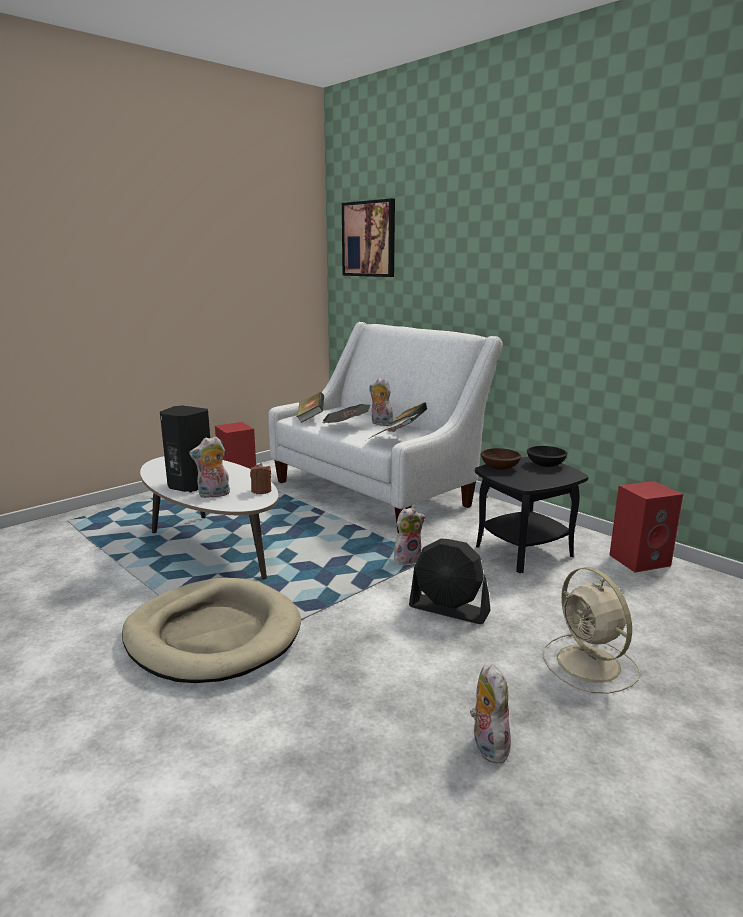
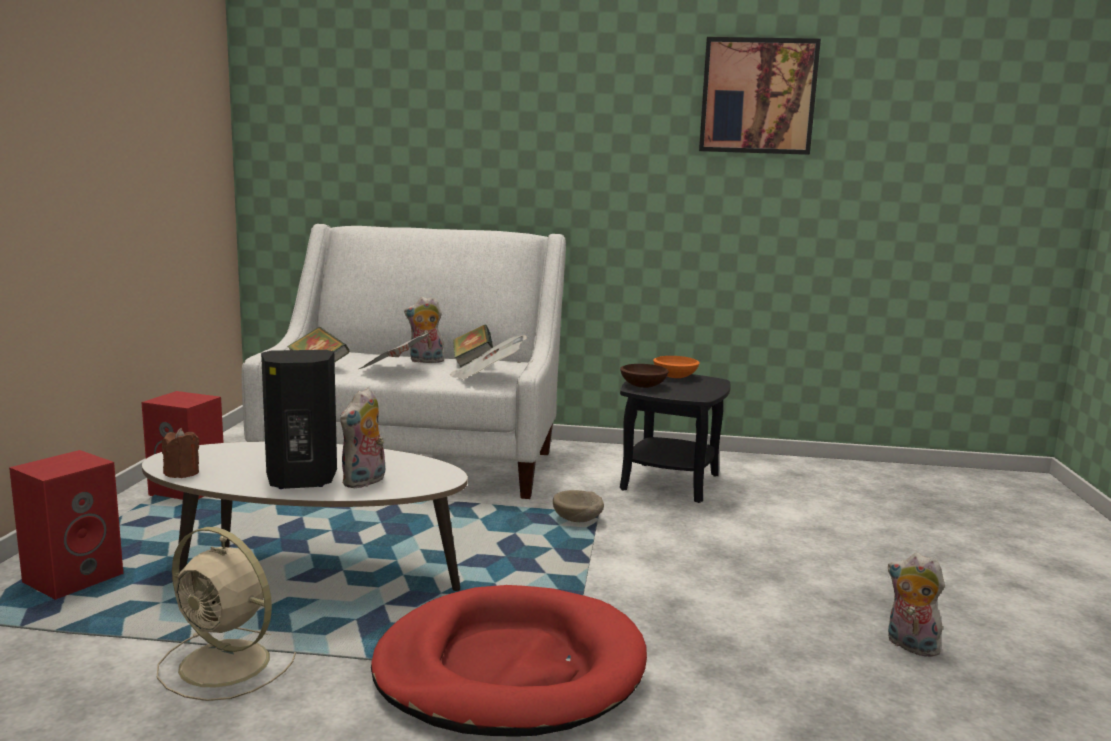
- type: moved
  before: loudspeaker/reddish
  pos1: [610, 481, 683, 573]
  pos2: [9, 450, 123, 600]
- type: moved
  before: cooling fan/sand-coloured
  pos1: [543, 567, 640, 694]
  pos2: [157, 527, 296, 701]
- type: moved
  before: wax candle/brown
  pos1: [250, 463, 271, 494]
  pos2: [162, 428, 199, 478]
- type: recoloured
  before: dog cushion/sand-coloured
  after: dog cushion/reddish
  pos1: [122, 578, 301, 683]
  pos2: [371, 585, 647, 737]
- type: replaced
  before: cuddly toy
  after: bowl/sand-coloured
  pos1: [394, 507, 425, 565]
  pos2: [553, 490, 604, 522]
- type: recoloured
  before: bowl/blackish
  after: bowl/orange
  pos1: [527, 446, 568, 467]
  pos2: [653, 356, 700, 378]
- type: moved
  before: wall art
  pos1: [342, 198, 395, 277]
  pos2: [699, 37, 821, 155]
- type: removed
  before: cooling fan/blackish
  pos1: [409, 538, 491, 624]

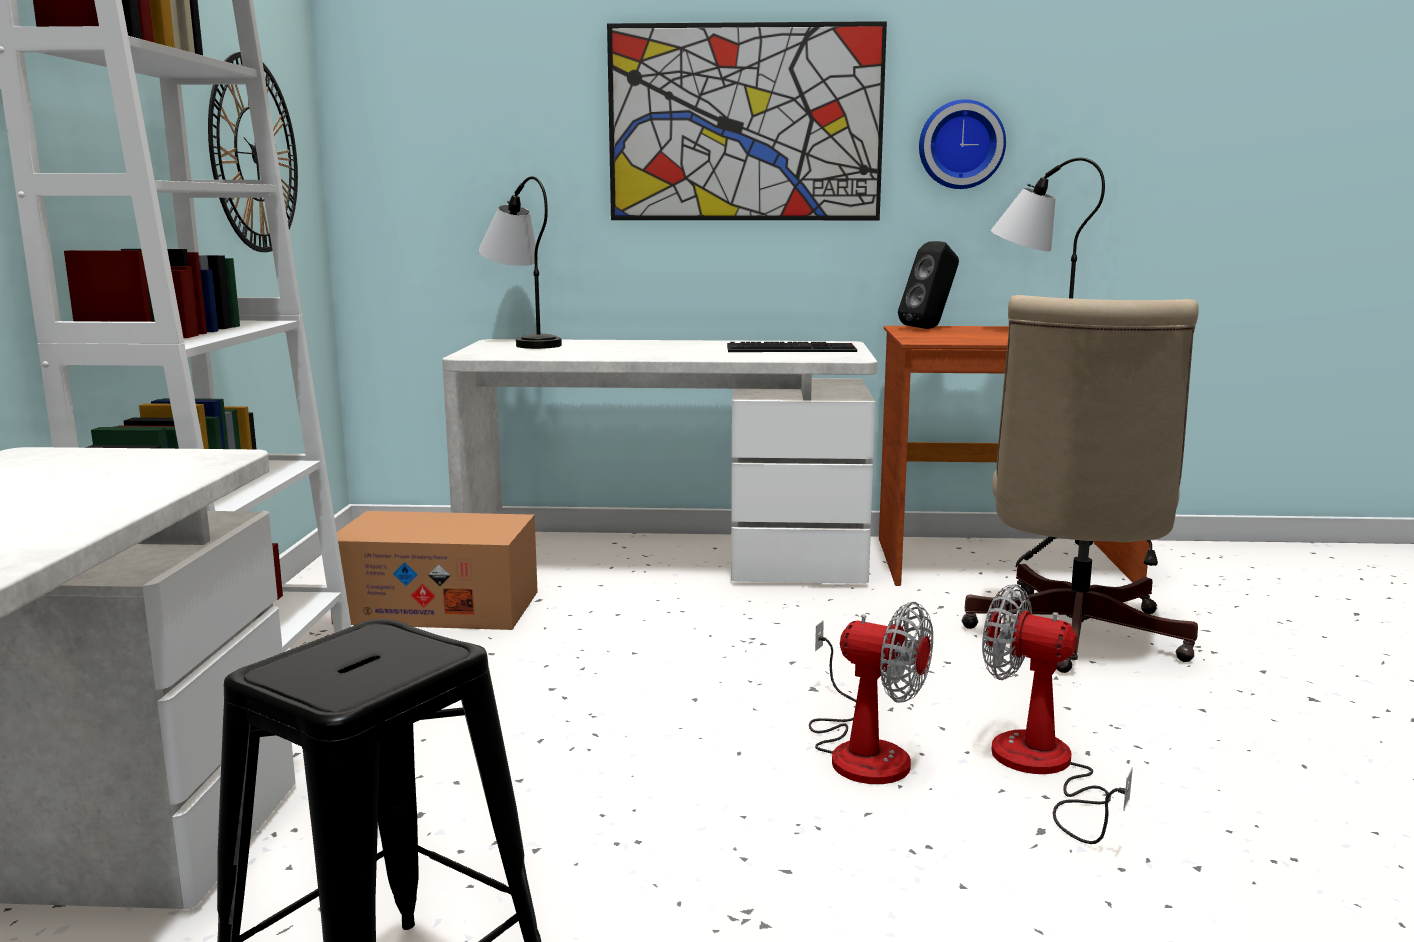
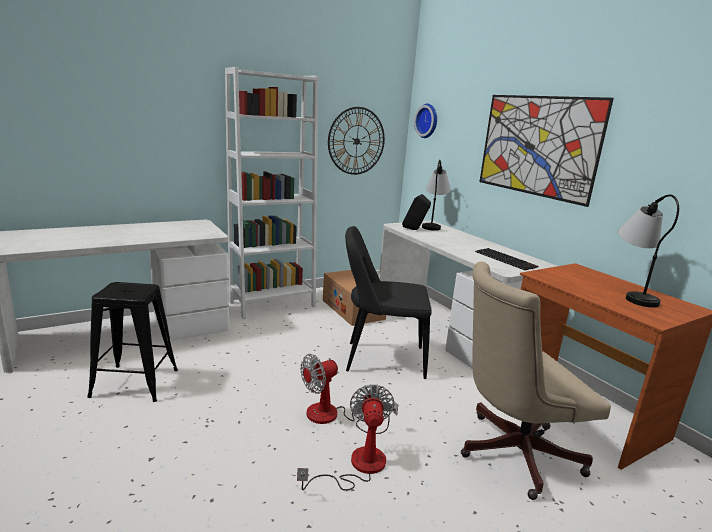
- type: turned
  before: cooling fan
  pos1: [809, 602, 933, 784]
  pos2: [301, 354, 398, 434]
  turn: 60
- type: added
  after: upright chair/blackish
  pos2: [345, 226, 432, 379]
- type: moved
  before: loudspeaker/blackish
  pos1: [898, 241, 959, 329]
  pos2: [402, 194, 431, 230]
- type: moved
  before: hanging clock
  pos1: [919, 99, 1006, 189]
  pos2: [414, 104, 437, 138]

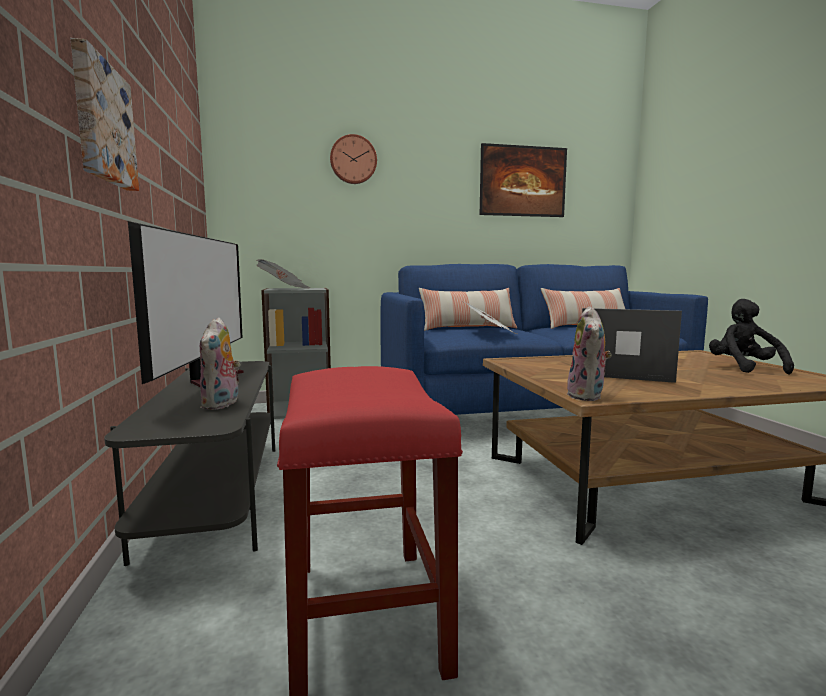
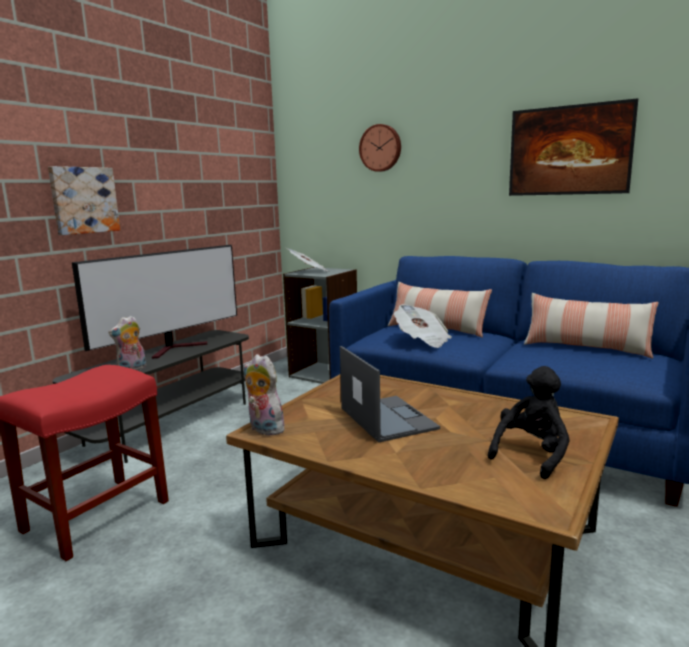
- type: turned
  before: cuddly toy
  pos1: [567, 306, 612, 401]
  pos2: [244, 354, 286, 435]
  turn: 75

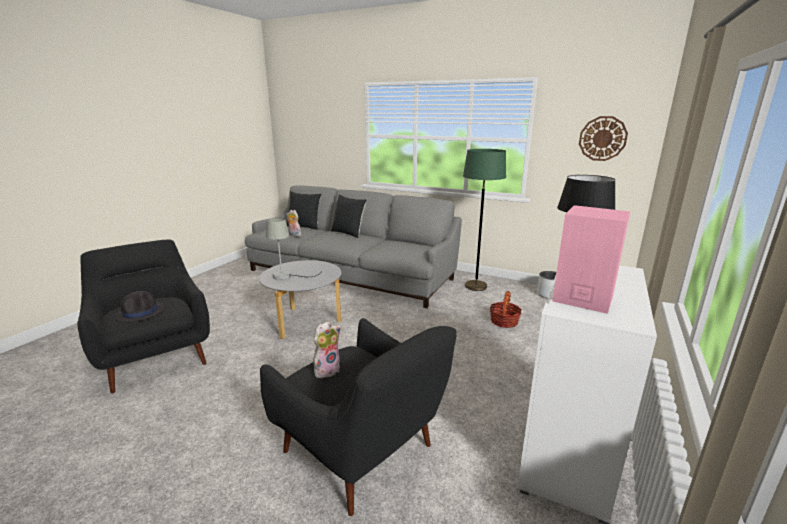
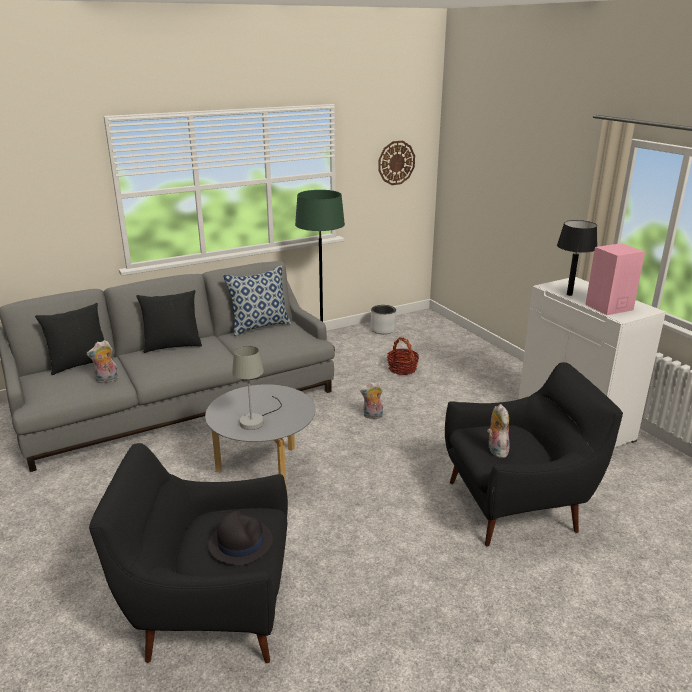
- type: added
  after: throw pillow
  pos2: [223, 265, 292, 336]
- type: added
  after: cuddly toy
  pos2: [360, 382, 383, 419]

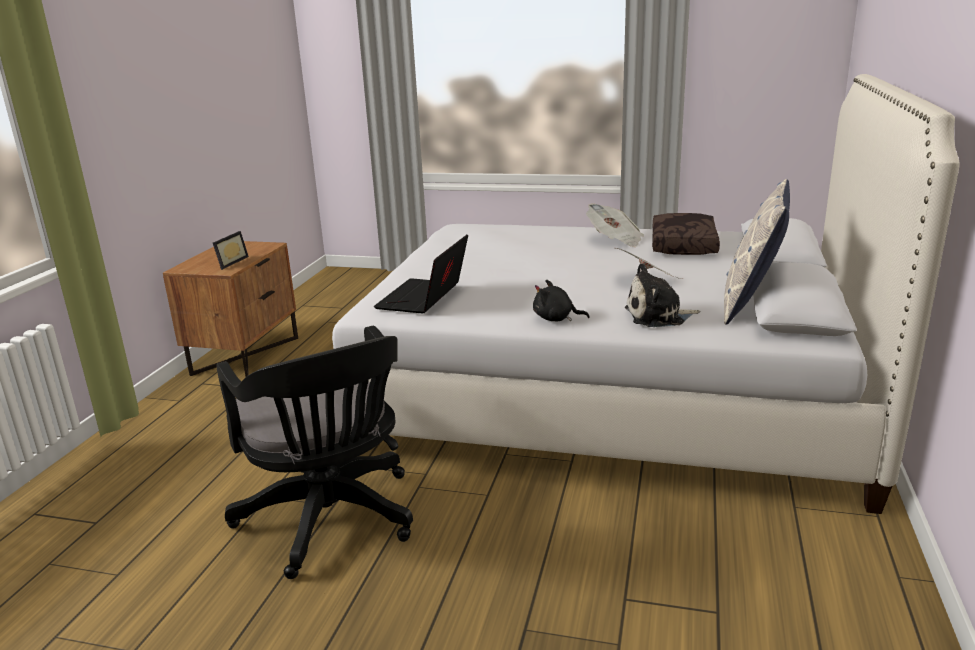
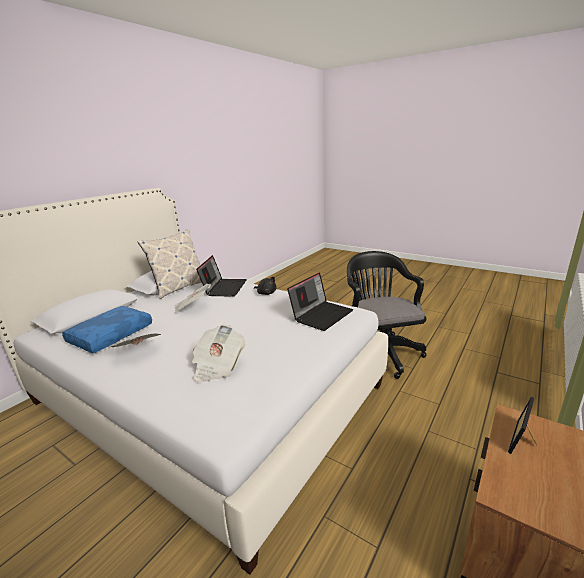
- type: recoloured
  before: throw pillow/brown
  after: throw pillow/bluish
  pos1: [652, 213, 720, 255]
  pos2: [62, 306, 152, 353]
- type: added
  after: newspaper
  pos2: [192, 324, 245, 382]
- type: replaced
  before: cuddly toy
  after: notebook computer
  pos1: [625, 263, 700, 327]
  pos2: [196, 255, 247, 297]

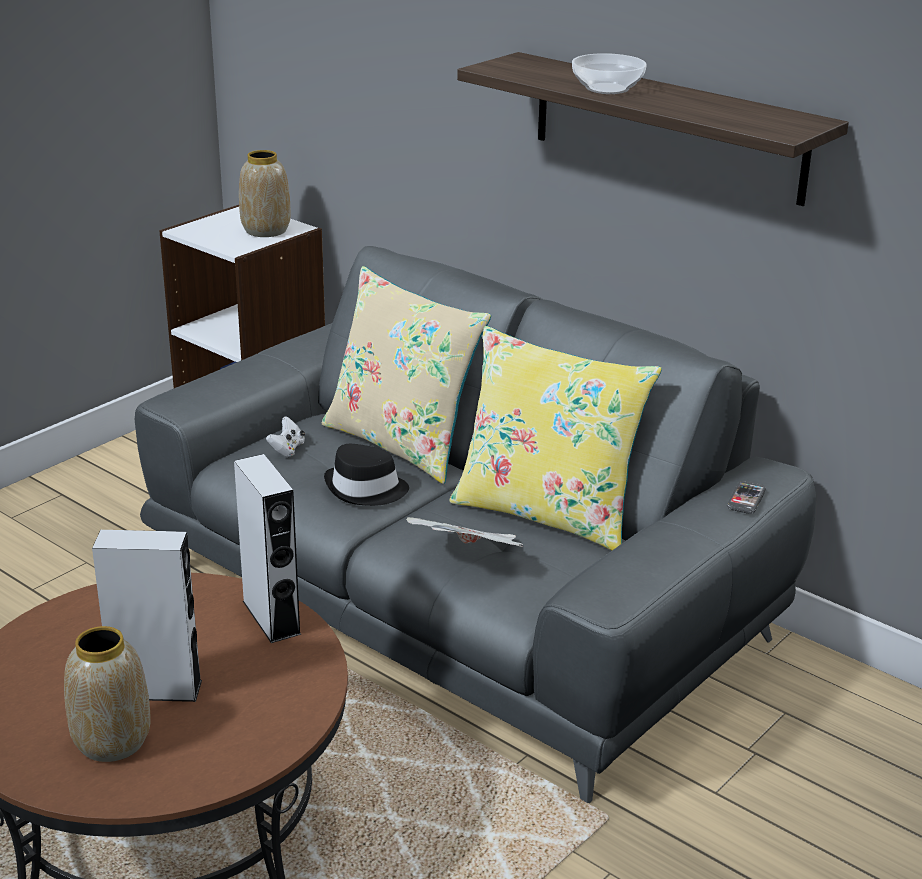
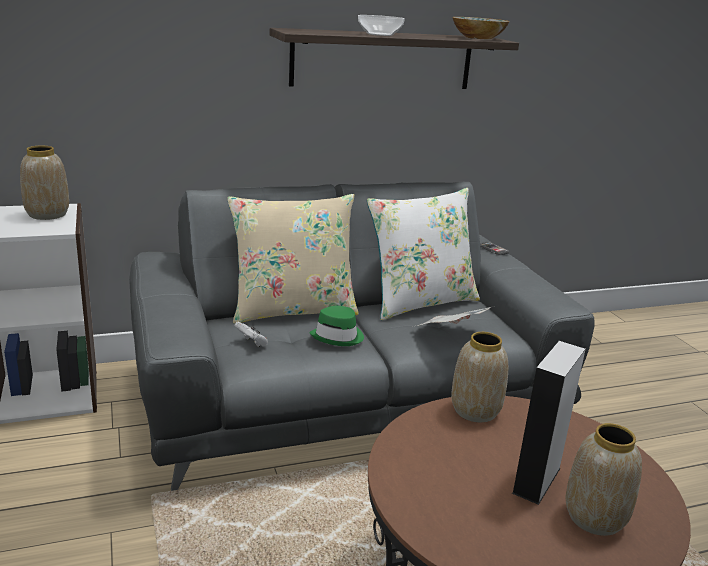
- type: recoloured
  before: hat/blackish
  after: hat/green
  pos1: [324, 444, 409, 506]
  pos2: [309, 306, 364, 346]
- type: recoloured
  before: throw pillow/yellowish
  after: throw pillow/white-coloured
  pos1: [449, 326, 662, 550]
  pos2: [367, 188, 480, 320]
- type: replaced
  before: loudspeaker/greyish
  after: flower vase
  pos1: [234, 454, 302, 643]
  pos2: [451, 332, 508, 422]
- type: added
  after: bowl
  pos2: [452, 17, 510, 39]

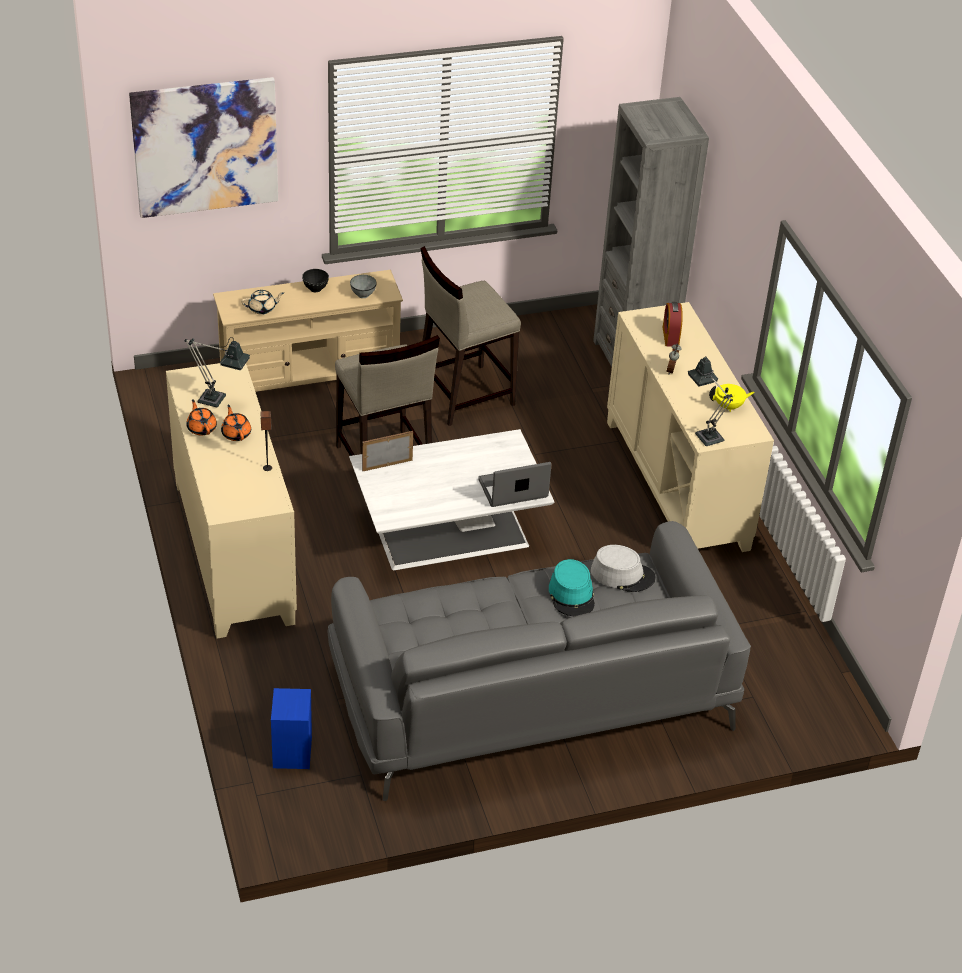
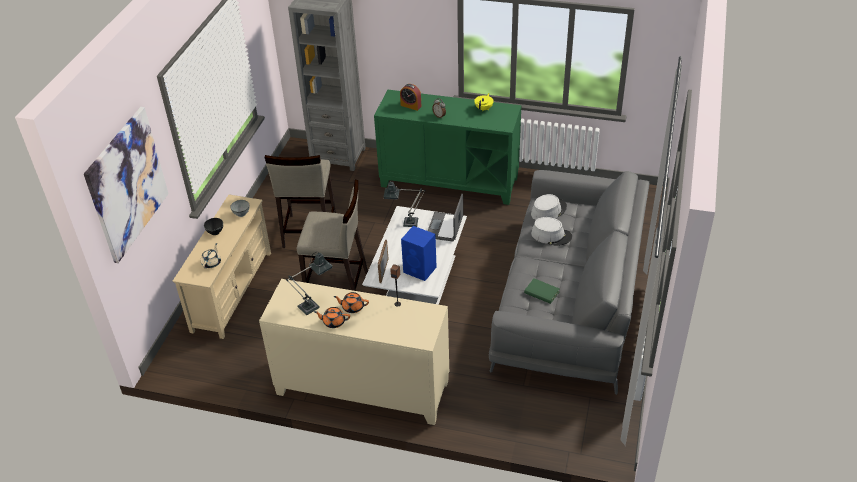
- type: recoloured
  before: storage cabinet/sand-coloured
  after: storage cabinet/green
  pos1: [607, 302, 774, 552]
  pos2: [374, 90, 521, 205]
- type: moved
  before: tabletop lamp
  pos1: [688, 357, 733, 446]
  pos2: [384, 182, 425, 227]
- type: moved
  before: loudspeaker/bluish
  pos1: [271, 688, 312, 769]
  pos2: [401, 226, 437, 281]
- type: added
  after: bound book/green
  pos2: [524, 278, 560, 304]
- type: recoloured
  before: hat/blue-green
  after: hat/greyish
  pos1: [549, 559, 595, 616]
  pos2: [531, 217, 572, 246]

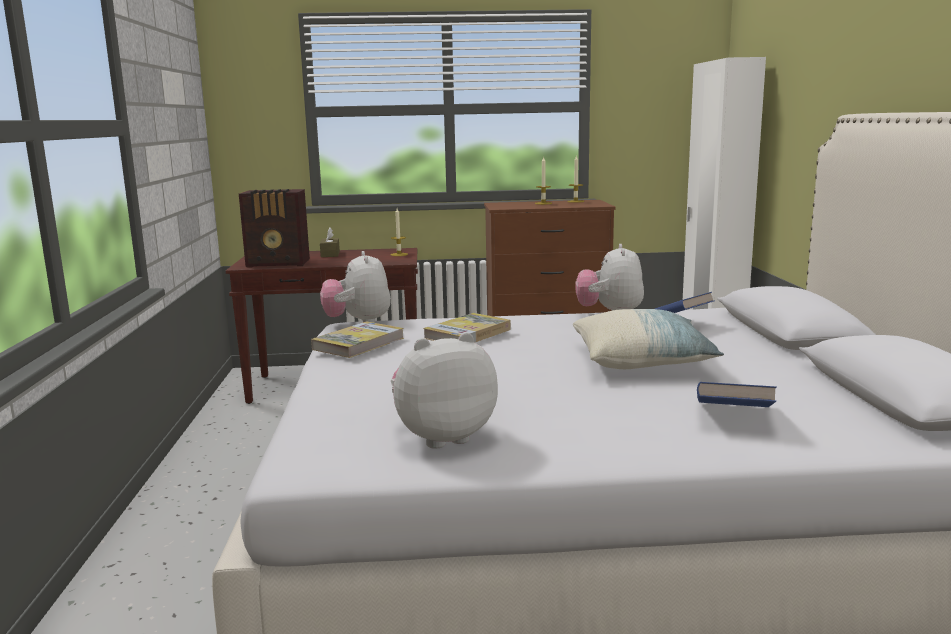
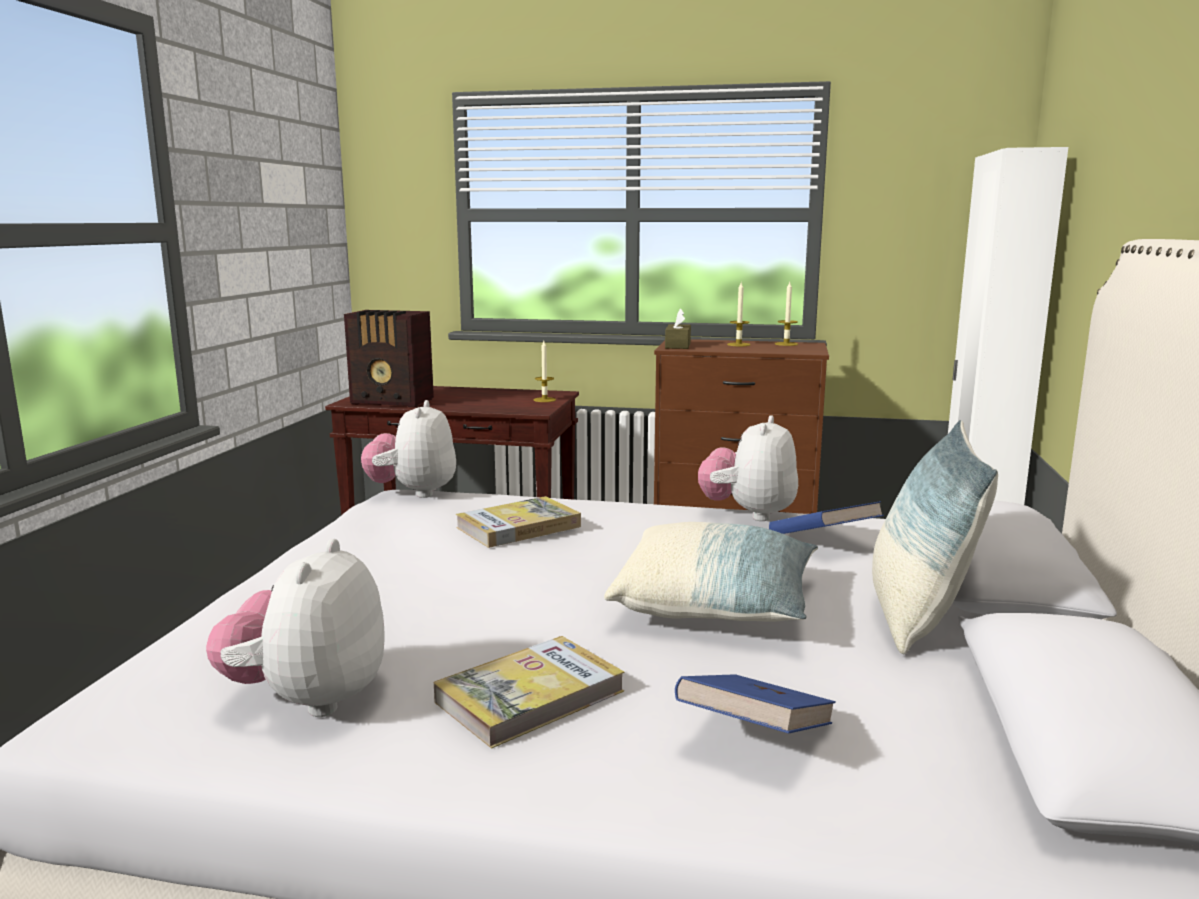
- type: turned
  before: cuddly toy
  pos1: [390, 332, 498, 449]
  pos2: [206, 539, 384, 717]
  turn: -75
- type: moved
  before: bound book
  pos1: [311, 321, 404, 358]
  pos2: [434, 636, 625, 749]
- type: moved
  before: tissue box/brown
  pos1: [320, 228, 340, 257]
  pos2: [665, 308, 691, 349]
- type: added
  after: throw pillow
  pos2: [872, 420, 998, 654]

